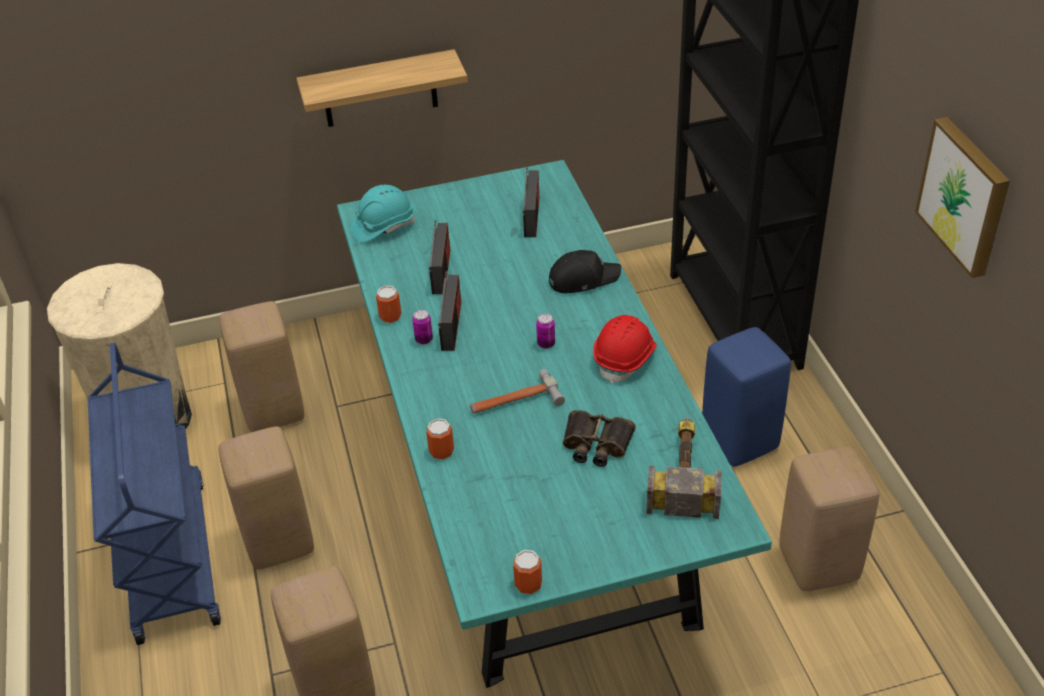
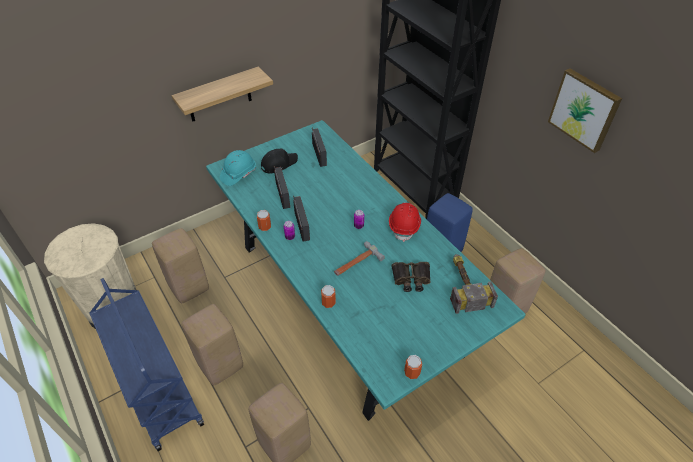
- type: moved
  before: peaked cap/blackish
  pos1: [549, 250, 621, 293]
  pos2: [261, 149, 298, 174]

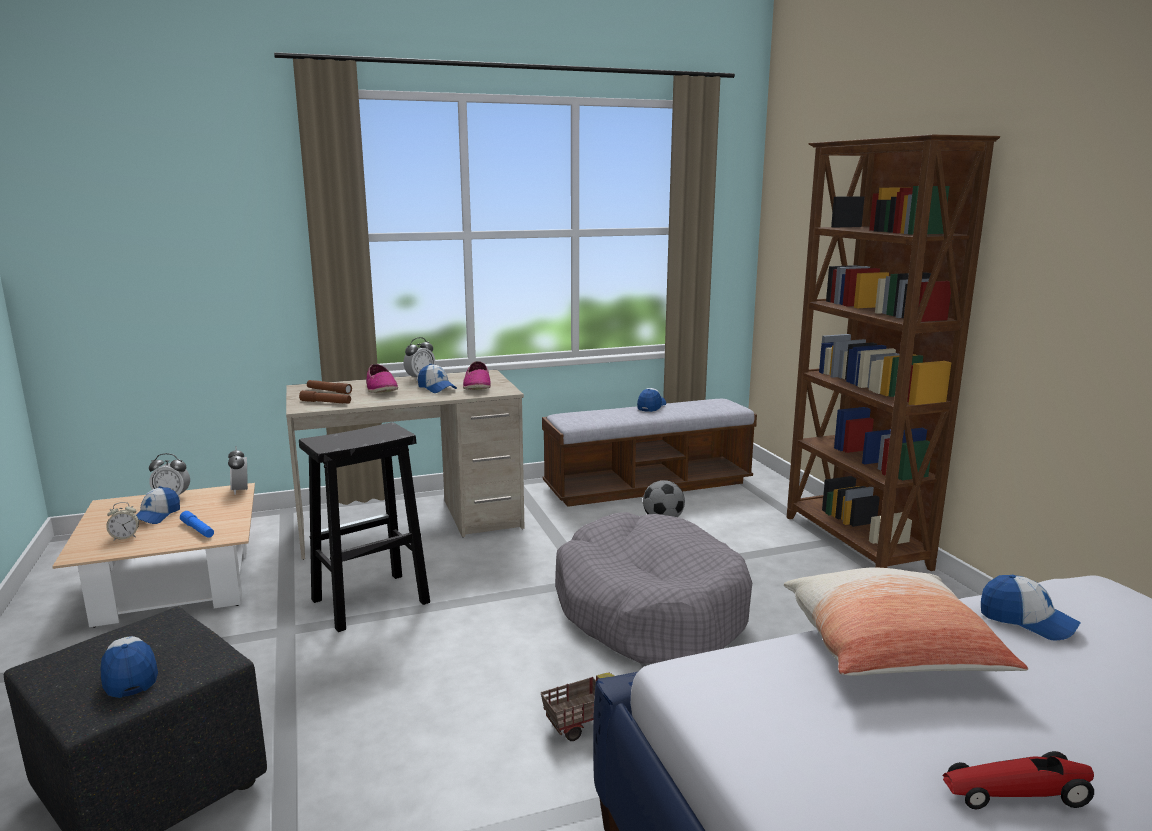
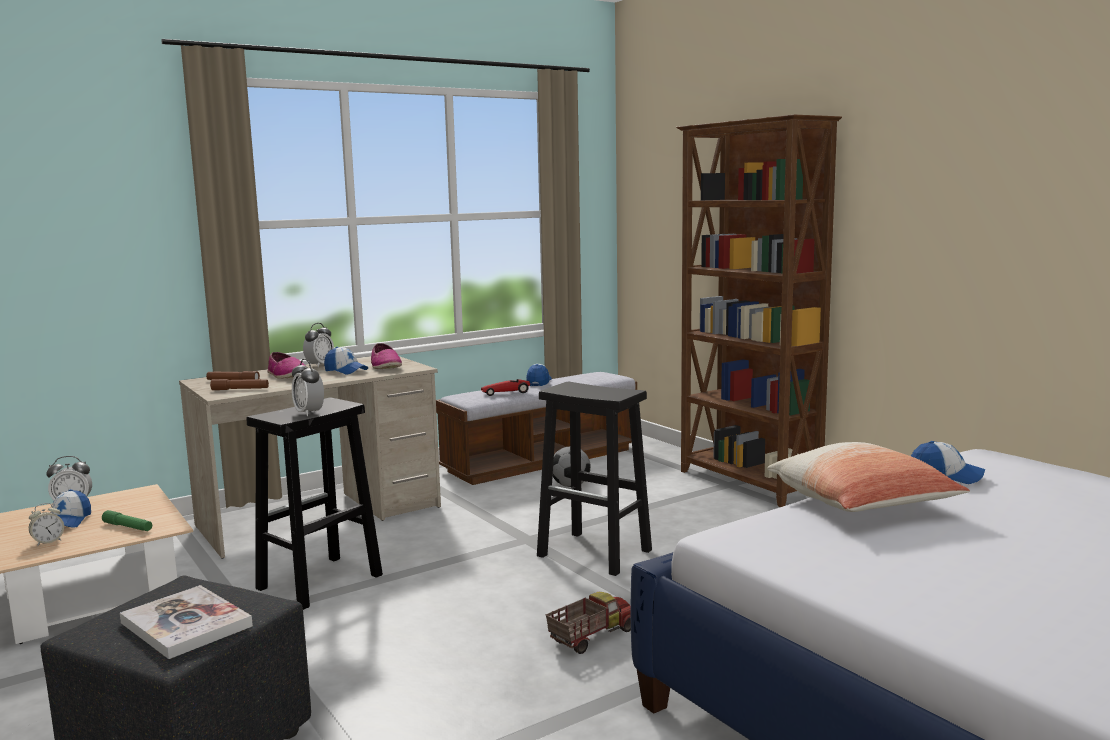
- type: recoloured
  before: flashlight/bluish
  after: flashlight/green
  pos1: [180, 511, 214, 538]
  pos2: [102, 510, 152, 531]
- type: replaced
  before: peaked cap
  after: bound book
  pos1: [100, 636, 158, 698]
  pos2: [120, 585, 253, 659]
- type: moved
  before: bedside clock
  pos1: [228, 446, 248, 495]
  pos2: [292, 359, 324, 416]
- type: moved
  before: toy car
  pos1: [942, 751, 1094, 810]
  pos2: [481, 379, 530, 396]
- type: replaced
  before: dog cushion/greyish
  after: sitting stool/blackish
  pos1: [555, 512, 752, 664]
  pos2: [537, 382, 652, 576]

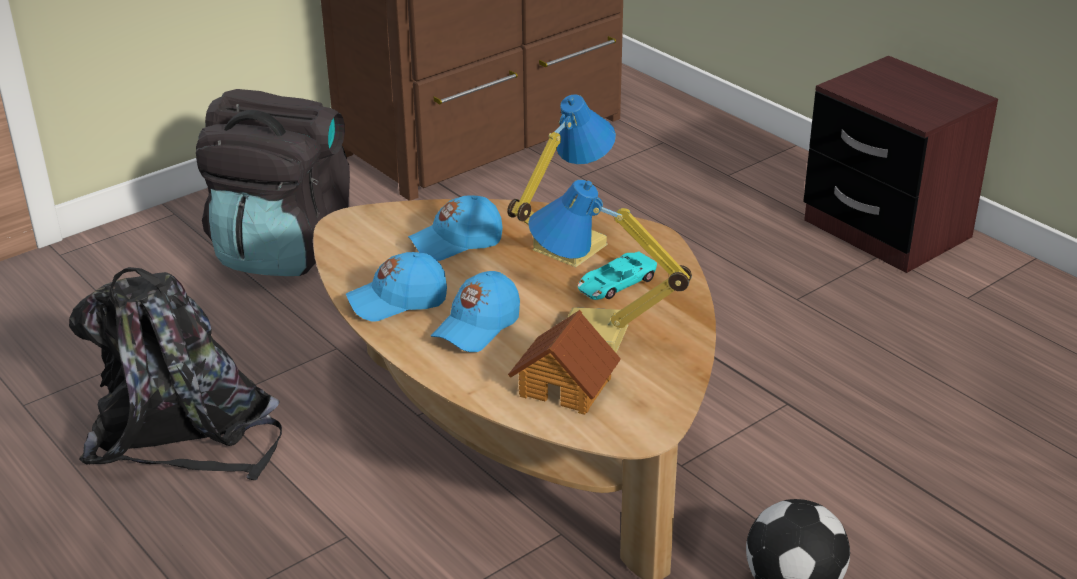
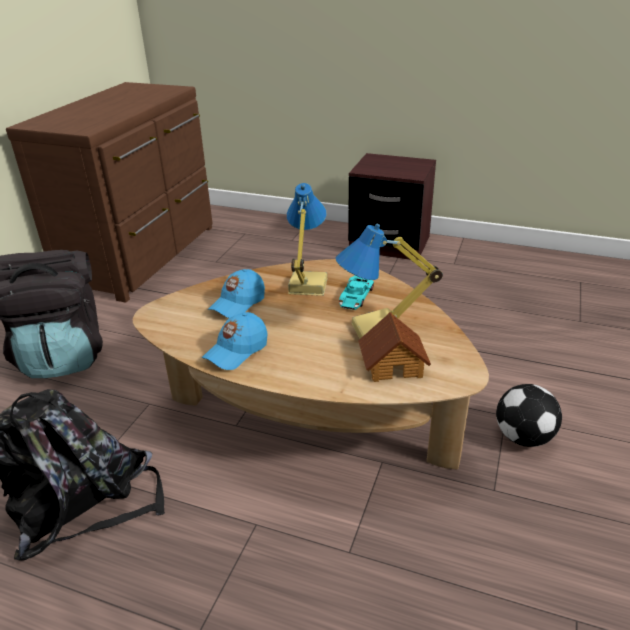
- type: removed
  before: peaked cap/bluish
  pos1: [431, 271, 520, 352]

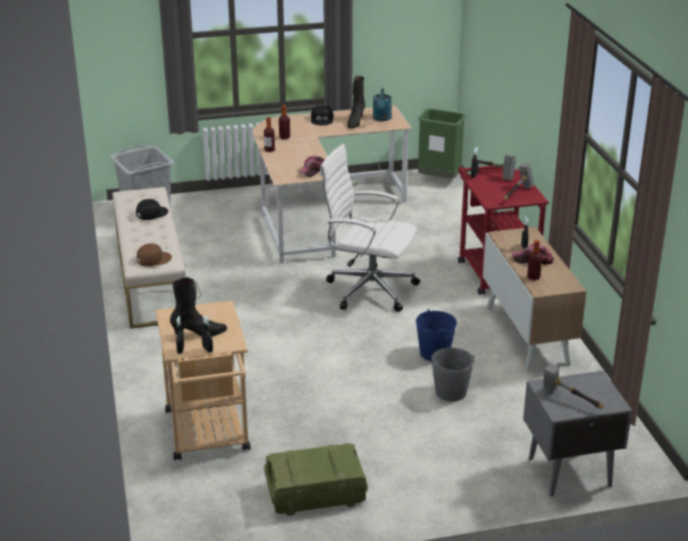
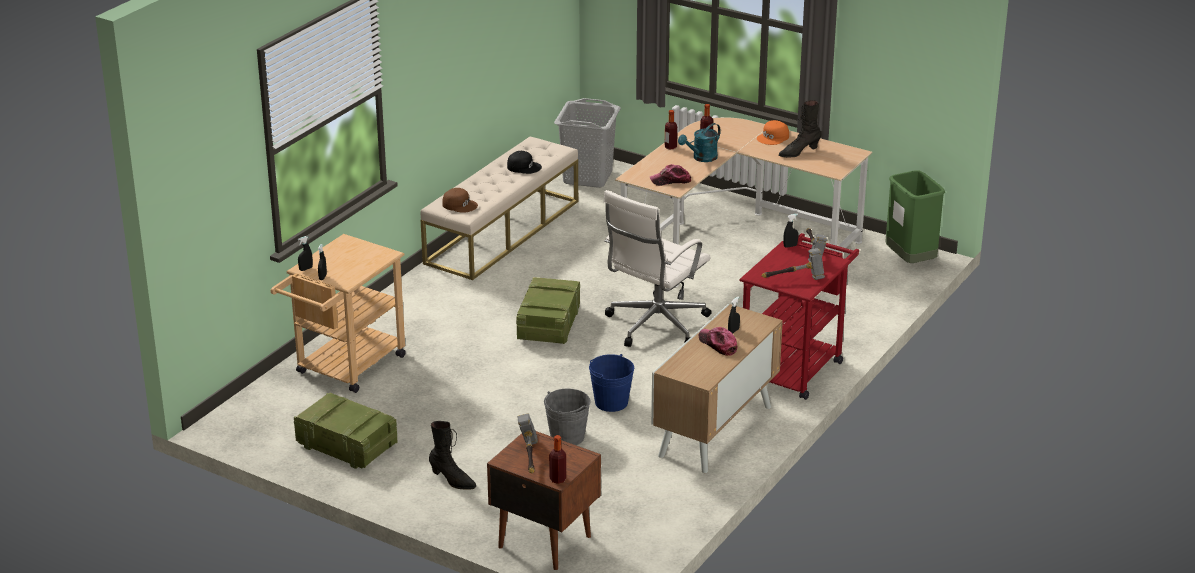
- type: moved
  before: tall boot/blackish
  pos1: [170, 277, 227, 337]
  pos2: [429, 421, 476, 490]
- type: recoloured
  before: night table/greyish
  after: night table/brown
  pos1: [523, 371, 632, 497]
  pos2: [487, 431, 601, 570]
- type: added
  after: shipping crate
  pos2: [516, 277, 580, 344]
- type: moved
  before: beverage bottle
  pos1: [527, 240, 542, 281]
  pos2: [549, 435, 566, 484]
- type: turned
  before: office chair/white-coloured
  pos1: [320, 144, 420, 312]
  pos2: [604, 190, 712, 347]
  turn: -120
- type: moved
  before: sprinkling can/blue-green
  pos1: [373, 88, 392, 121]
  pos2: [678, 123, 721, 162]
- type: recoloured
  before: peaked cap/blackish
  after: peaked cap/orange
  pos1: [311, 105, 333, 125]
  pos2: [757, 120, 789, 145]

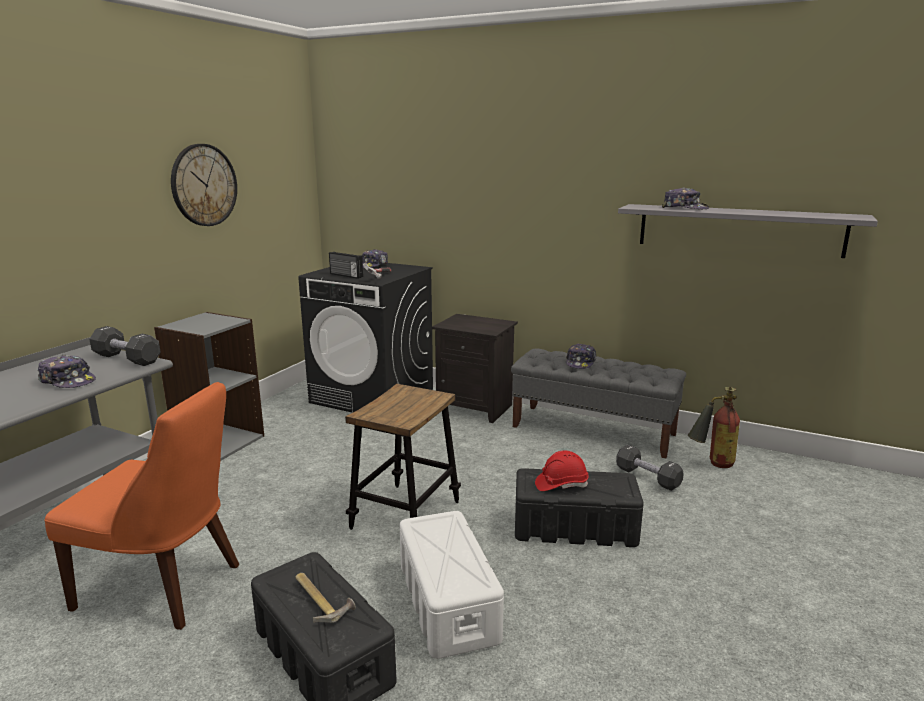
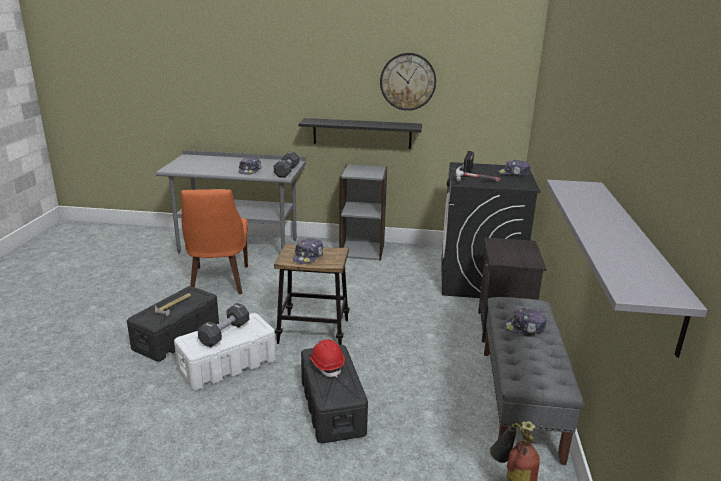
- type: moved
  before: free weight/blackish
  pos1: [616, 444, 684, 491]
  pos2: [197, 303, 249, 347]
- type: moved
  before: peaked cap
  pos1: [662, 187, 709, 209]
  pos2: [293, 238, 323, 264]
- type: added
  after: wall shelf/blackish
  pos2: [298, 118, 422, 149]

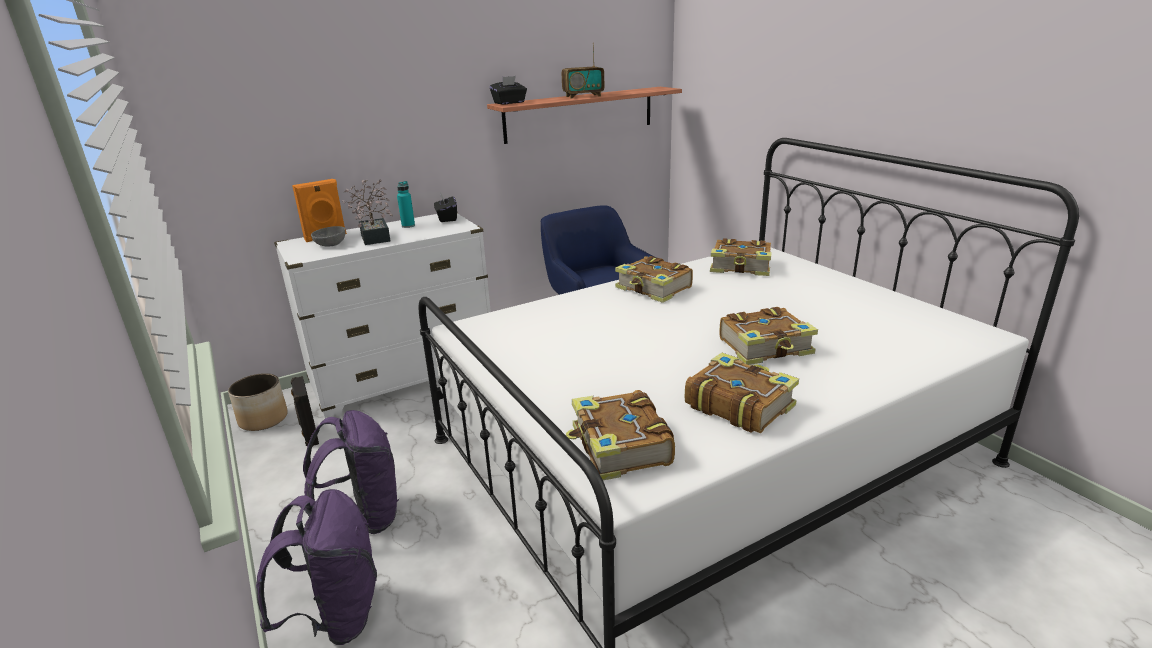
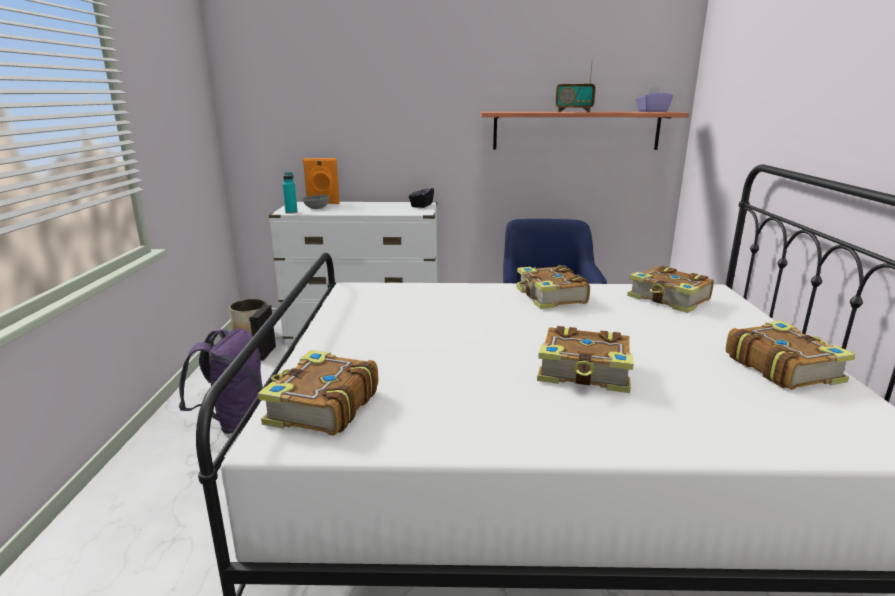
- type: moved
  before: beverage bottle/blue-green
  pos1: [397, 181, 415, 228]
  pos2: [282, 172, 298, 214]
- type: added
  after: tissue box/purplish
  pos2: [636, 87, 673, 112]
- type: moved
  before: bound book
  pos1: [685, 353, 799, 433]
  pos2: [726, 321, 856, 390]
- type: removed
  before: backpack/purplish
  pos1: [256, 489, 377, 645]
- type: removed
  before: plant in a pot
  pos1: [343, 179, 393, 245]
- type: removed
  before: tissue box/blackish
  pos1: [490, 76, 527, 104]

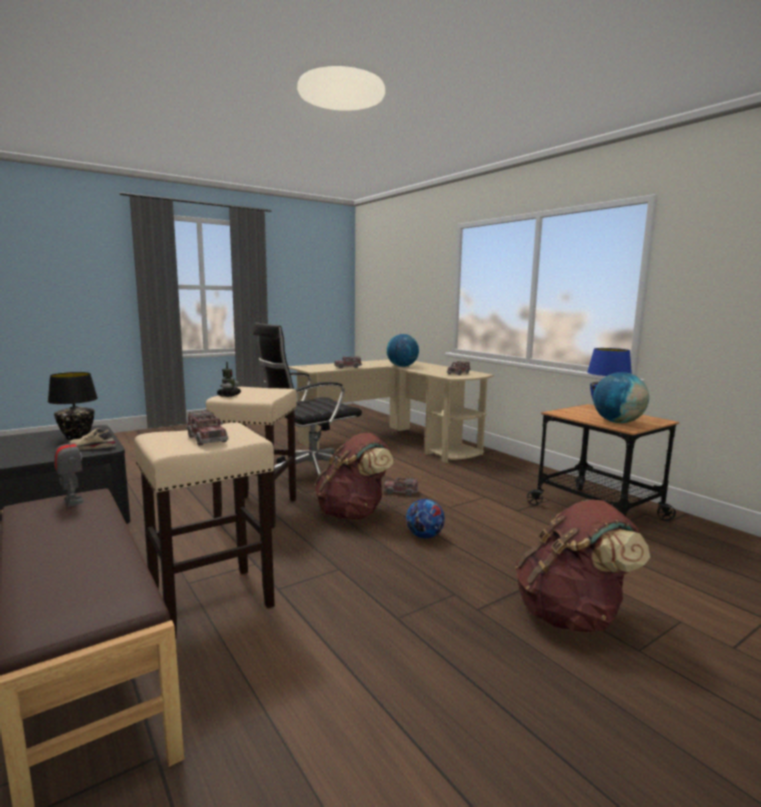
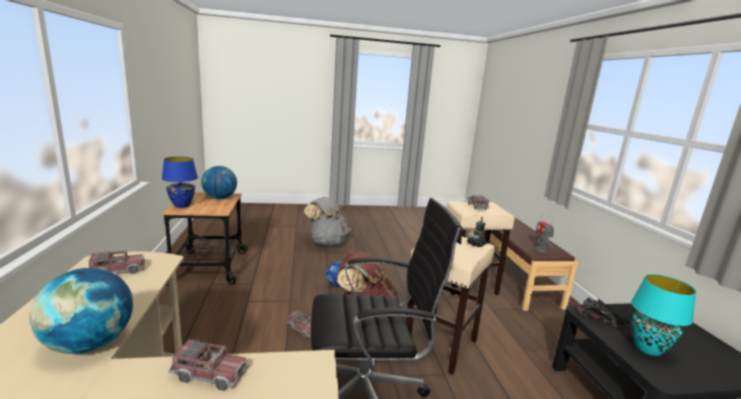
- type: recoloured
  before: backpack/brown
  after: backpack/greyish
  pos1: [515, 500, 650, 632]
  pos2: [304, 197, 351, 246]
- type: recoloured
  before: shoe/sand-coloured
  after: shoe/blackish
  pos1: [70, 428, 116, 450]
  pos2: [577, 297, 629, 326]
- type: recoloured
  before: tabletop lamp/blackish
  after: tabletop lamp/blue-green
  pos1: [48, 372, 98, 440]
  pos2: [631, 274, 696, 356]

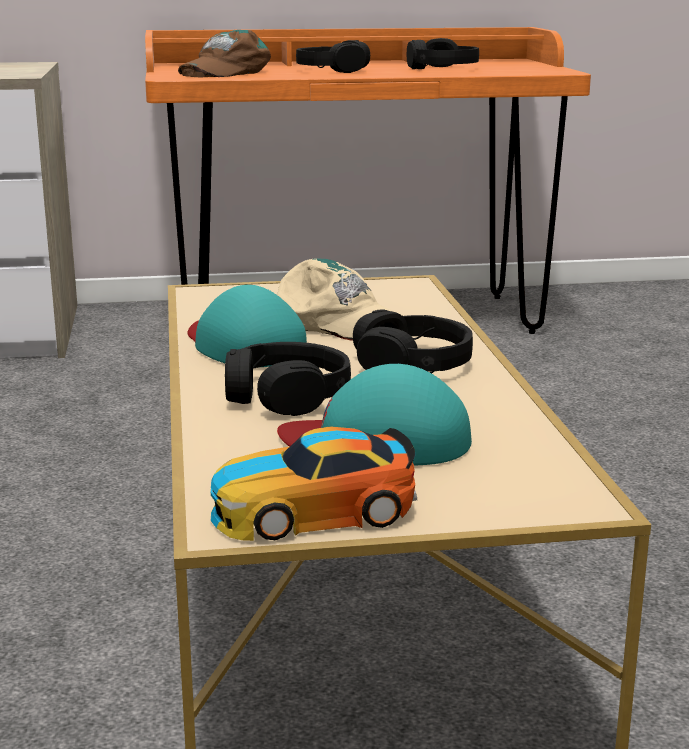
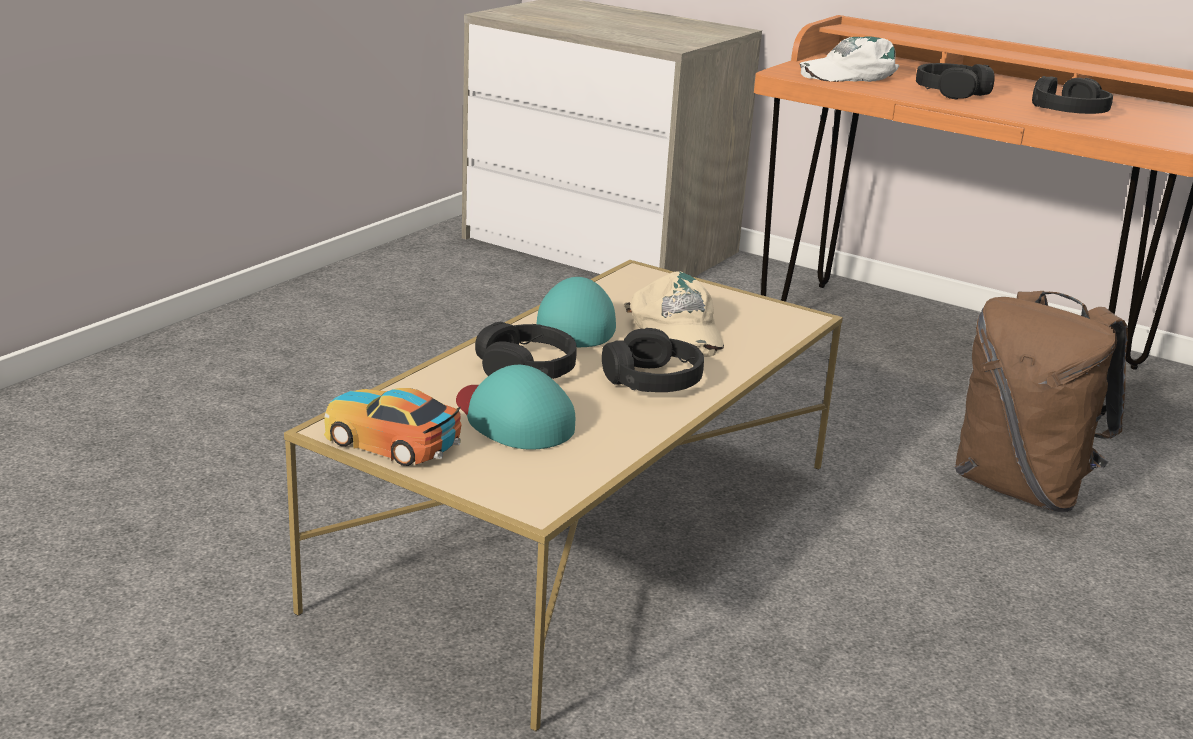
- type: recoloured
  before: peaked cap/brown
  after: peaked cap/white-coloured
  pos1: [178, 30, 271, 77]
  pos2: [799, 36, 899, 82]
- type: added
  after: backpack/brown
  pos2: [955, 291, 1128, 512]

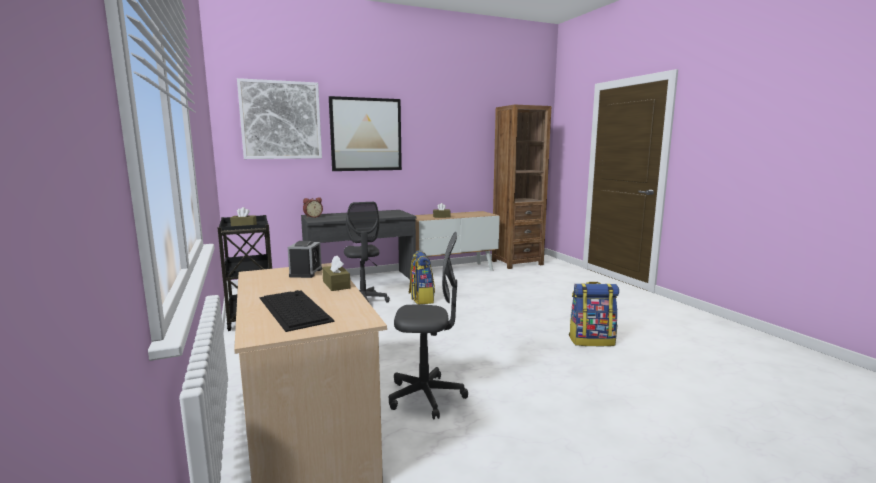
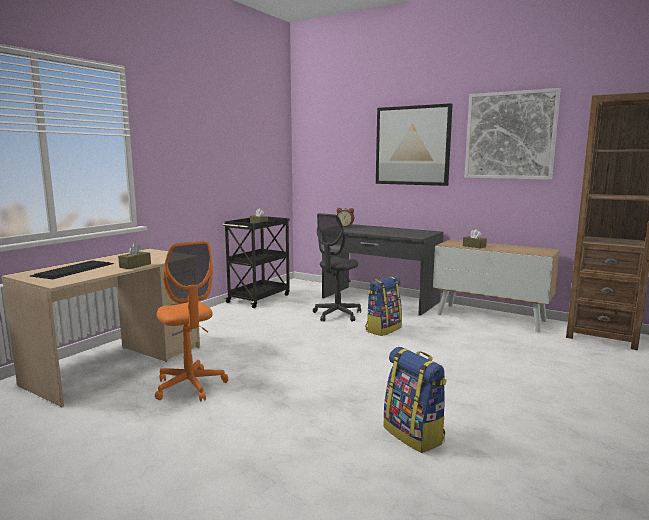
- type: recoloured
  before: office chair/greyish
  after: office chair/orange
  pos1: [389, 232, 468, 419]
  pos2: [155, 241, 228, 402]
- type: moved
  before: wall art
  pos1: [237, 78, 322, 159]
  pos2: [465, 88, 561, 180]
- type: removed
  before: bedside clock
  pos1: [288, 241, 322, 278]

